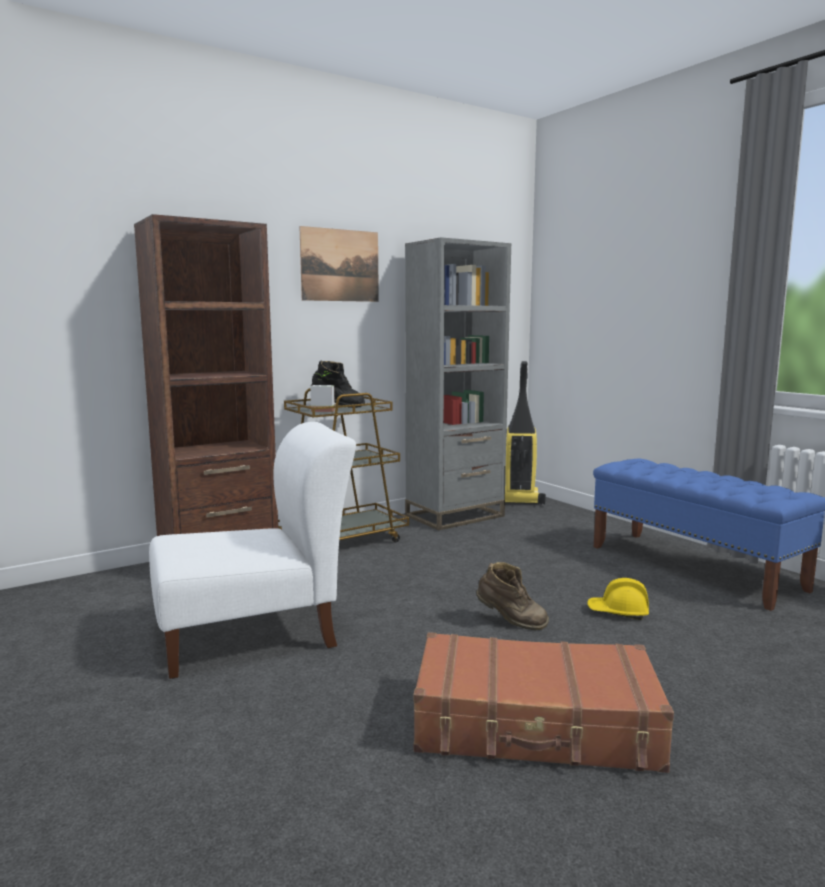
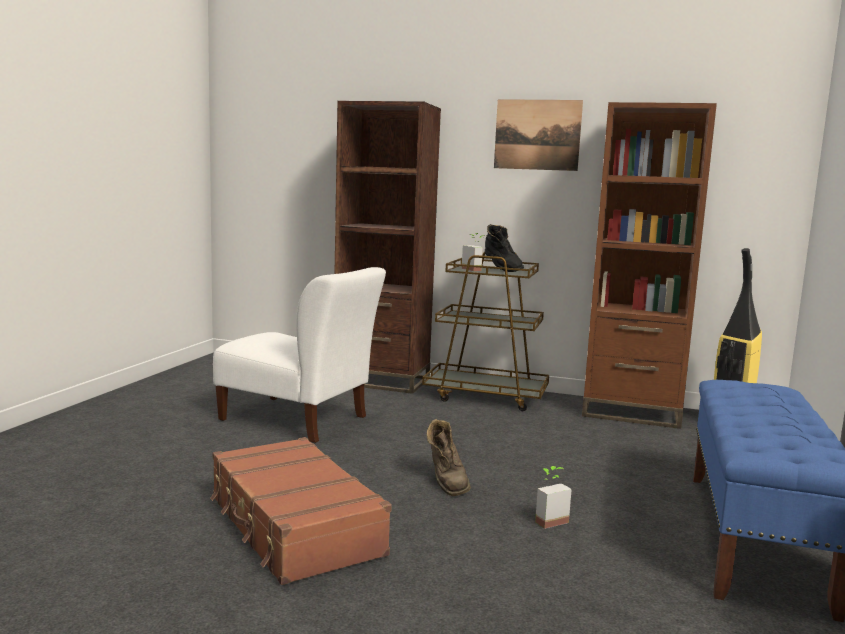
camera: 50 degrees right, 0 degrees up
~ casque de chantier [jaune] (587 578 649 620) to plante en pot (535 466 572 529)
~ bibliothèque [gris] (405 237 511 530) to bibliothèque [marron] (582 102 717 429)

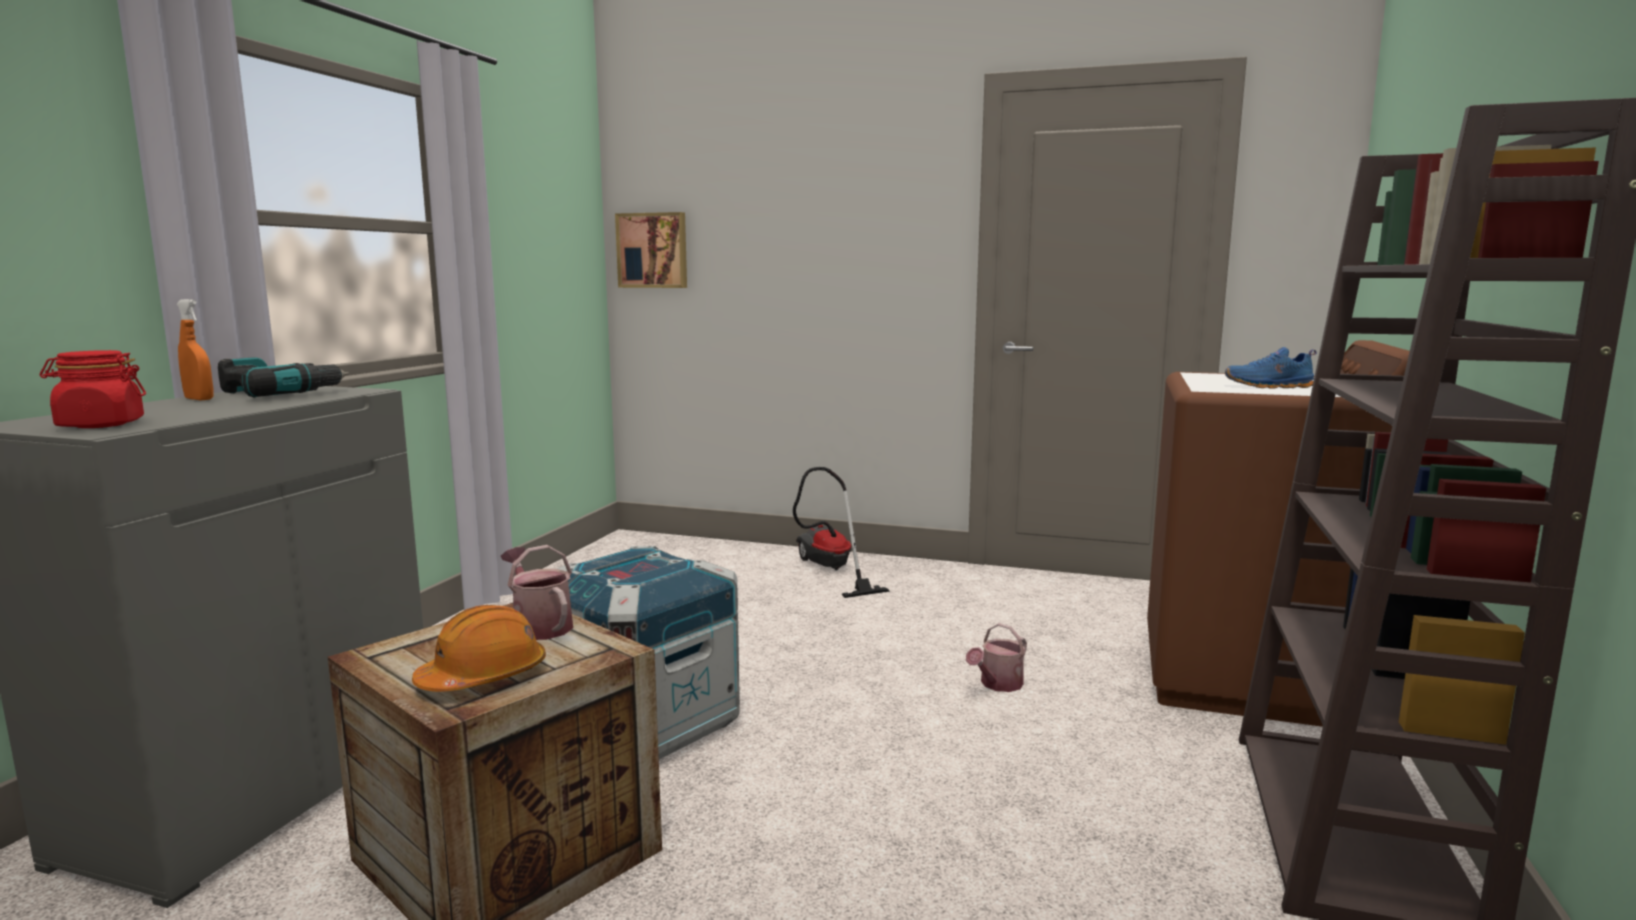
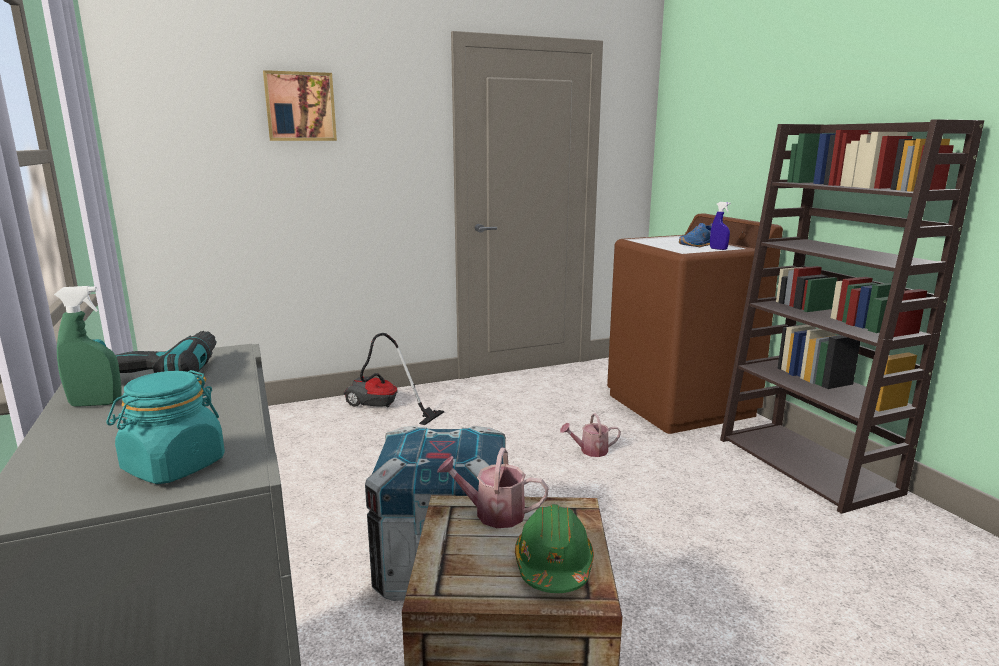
camera: 40 degrees left, 5 degrees up
+ vaporisateur [bleu] (710 202 731 250)
~ tableau (615 212 687 288) to (263 70 337 141)
~ bocal [rouge] (40 350 146 428) to bocal [turquoise] (107 370 225 484)
~ vaporisateur [orange] (177 299 213 401) to vaporisateur [vert] (54 286 122 407)
~ casque de chantier [orange] (412 605 546 692) to casque de chantier [vert] (515 504 594 593)
~ arrosoir (966 623 1027 692) = (560 413 621 457) 75 degrees clockwise

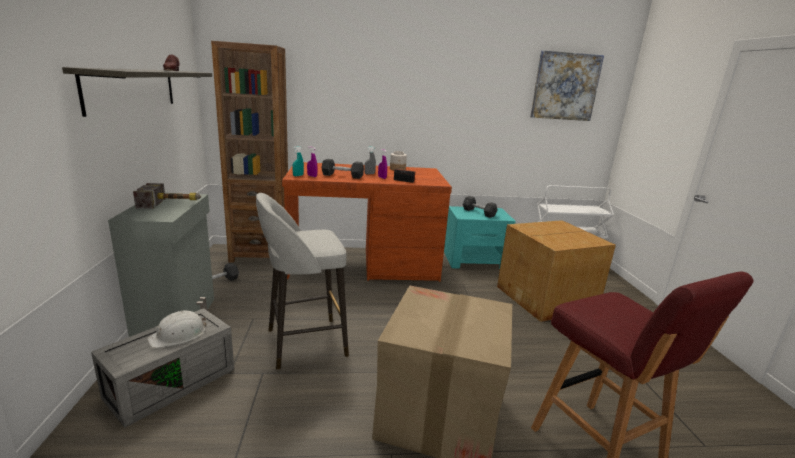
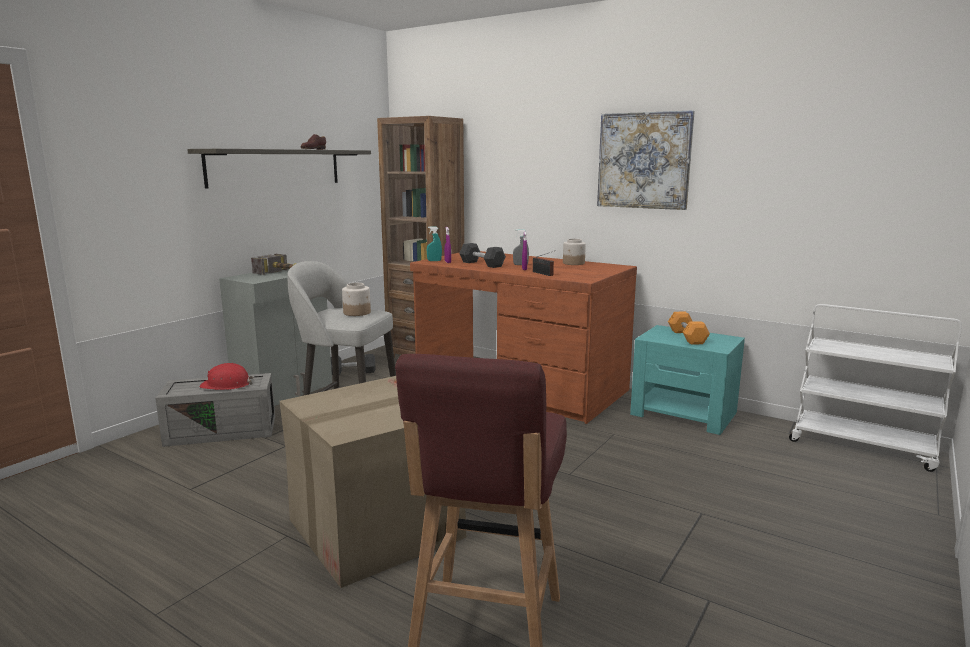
camera: 40 degrees right, 5 degrees down
- carton (497 220 616 322)
+ bocal (342 283 371 316)
~ tableau (530 50 604 121) to (597 110 695 210)
~ casque de chantier [blanc] (147 310 207 348) to casque de chantier [rouge] (199 363 254 390)
~ haltère [gris] (463 196 498 218) to haltère [orange] (668 312 710 345)

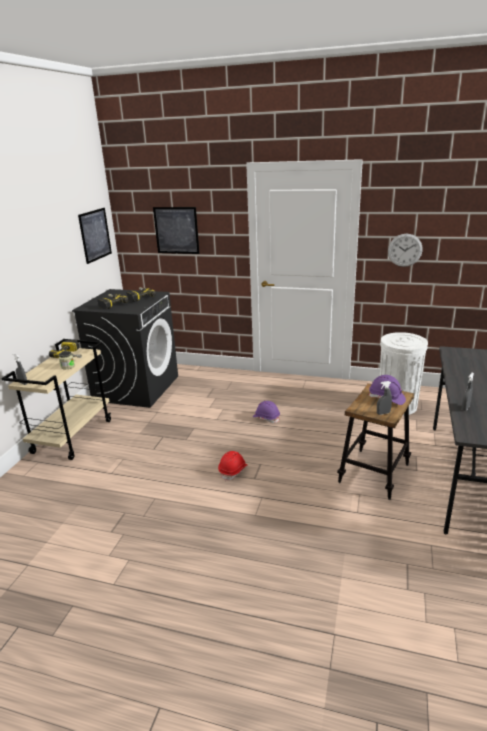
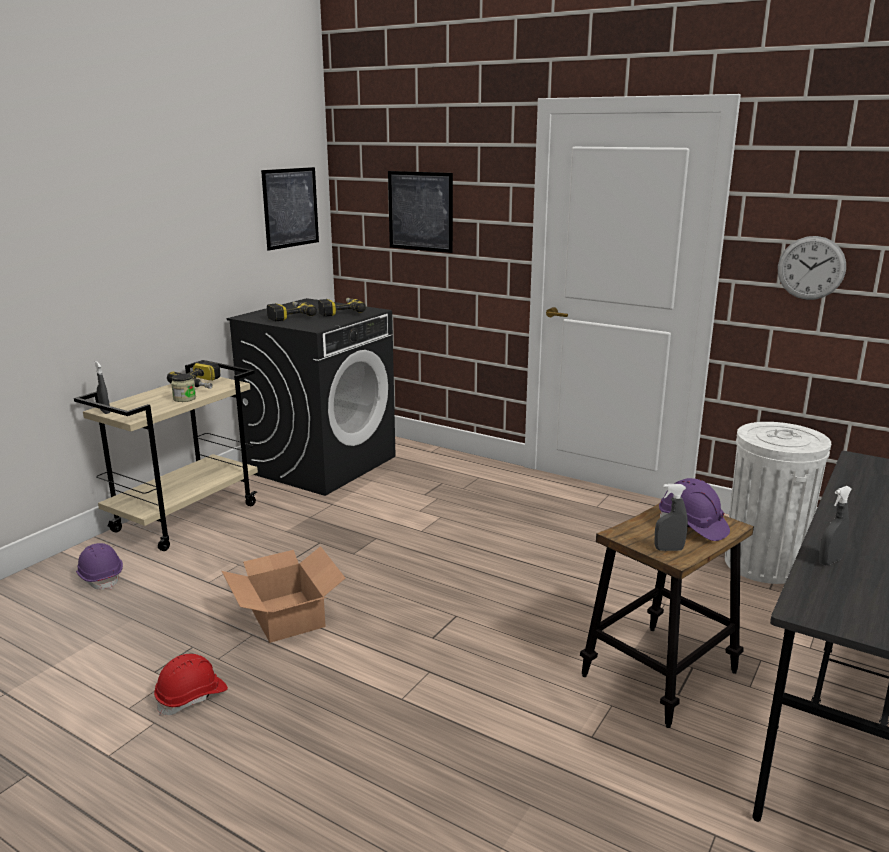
camera: 15 degrees right, 5 degrees down
+ carton (222 546 345 643)
~ casque de chantier [rouge] (218 451 247 481) to (154 654 228 716)
~ casque de chantier [violet] (253 401 280 423) to (76 543 123 590)

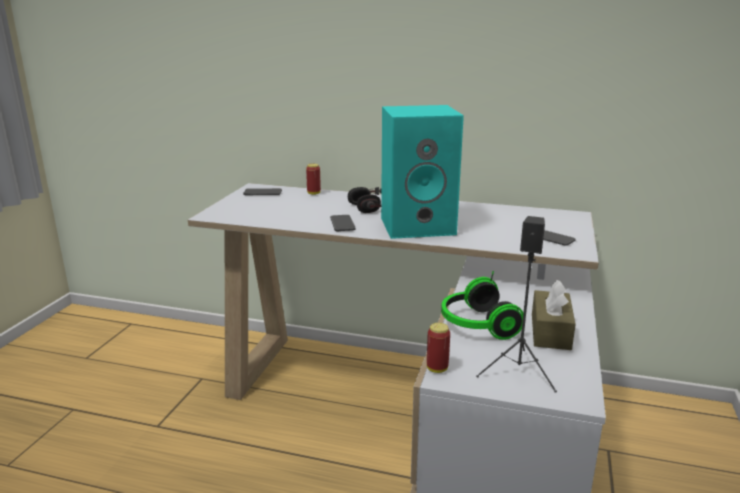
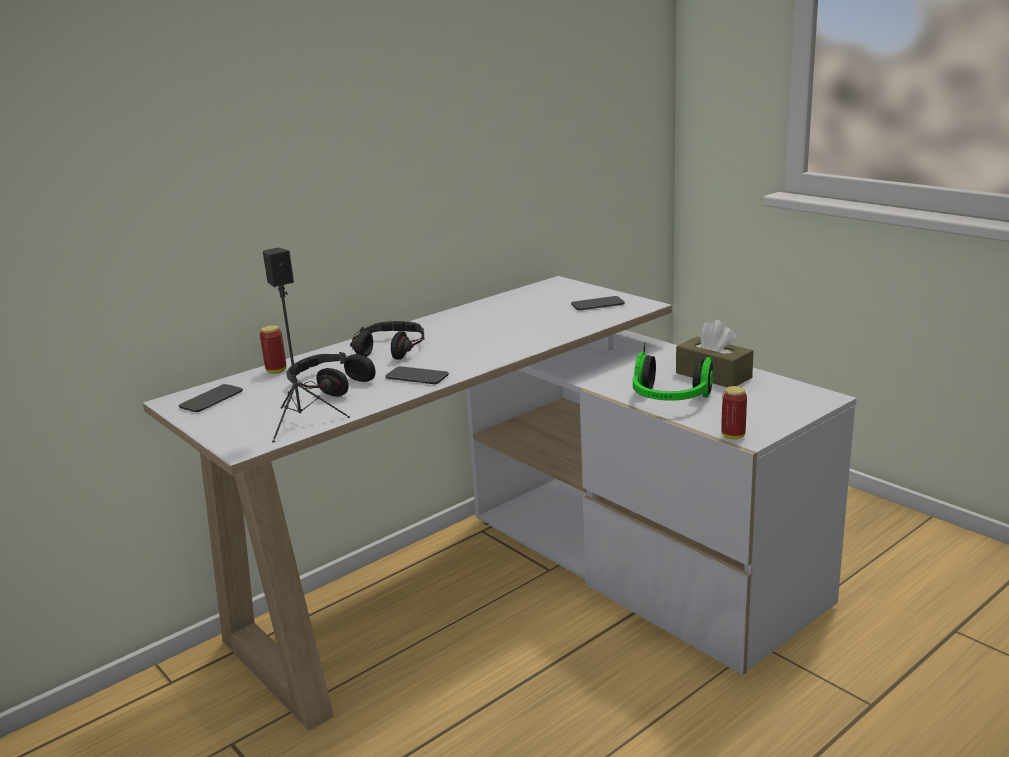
camera: 55 degrees left, 0 degrees up
- enceinte [turquoise] (381 105 464 239)
+ casque audio (286 352 375 397)
~ enceinte [noir] (476 216 557 393) to (263 247 350 442)

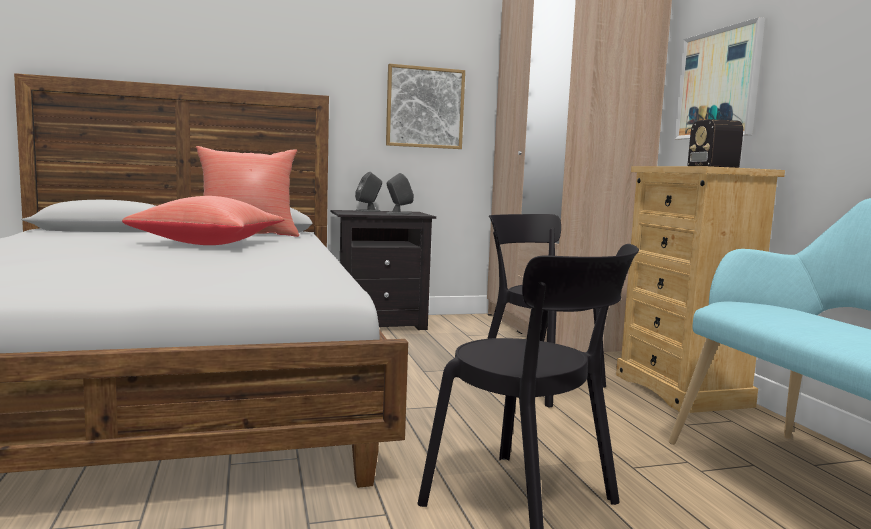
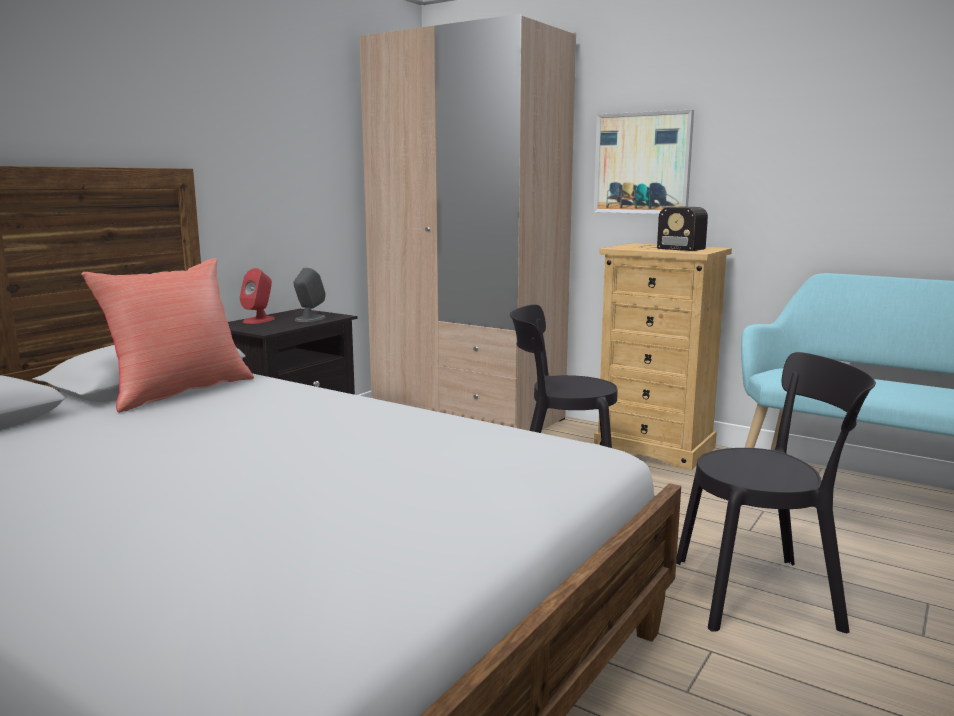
camera: 40 degrees left, 5 degrees up
- coussin [rouge] (122 196 285 245)
- tableau (386 64 465 149)
~ enceinte [gris] (355 172 382 212) to enceinte [rouge] (240 268 275 324)

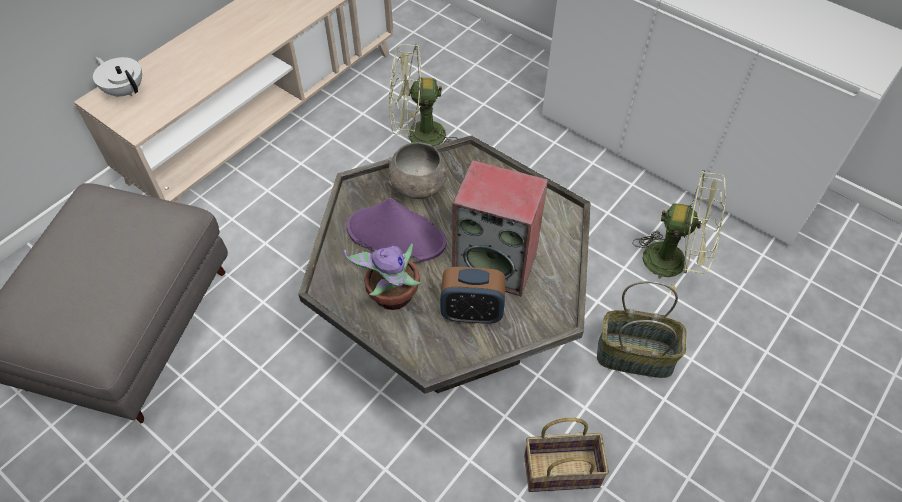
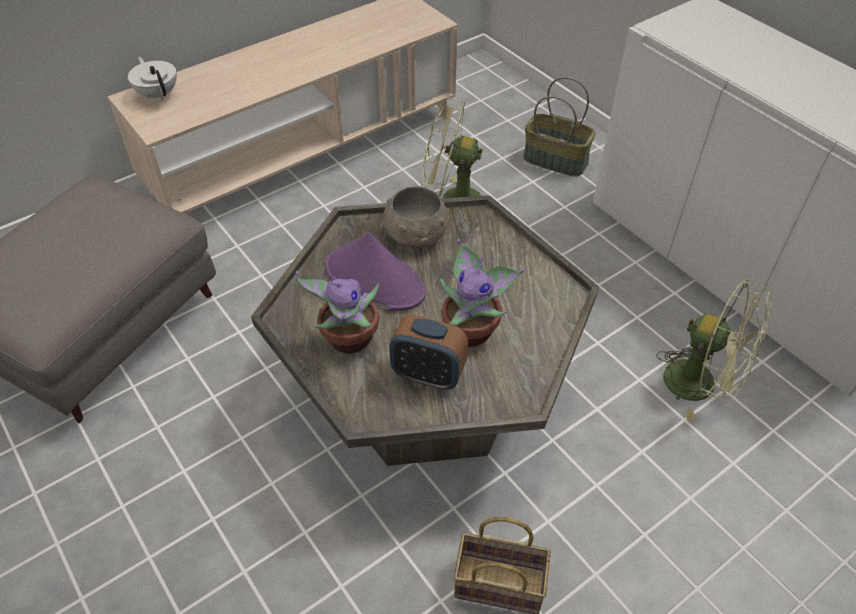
camera: 15 degrees right, 5 degrees down
~ panier (597 281 687 378) to (523 77 596 177)
~ enceinte (452 160 548 296) to plante en pot (440 239 524 347)

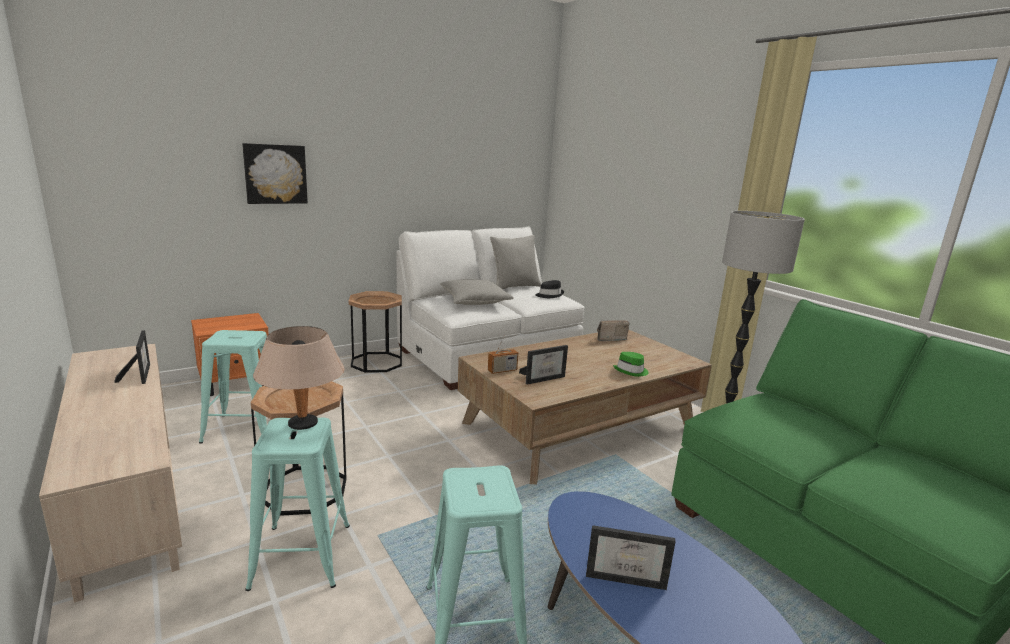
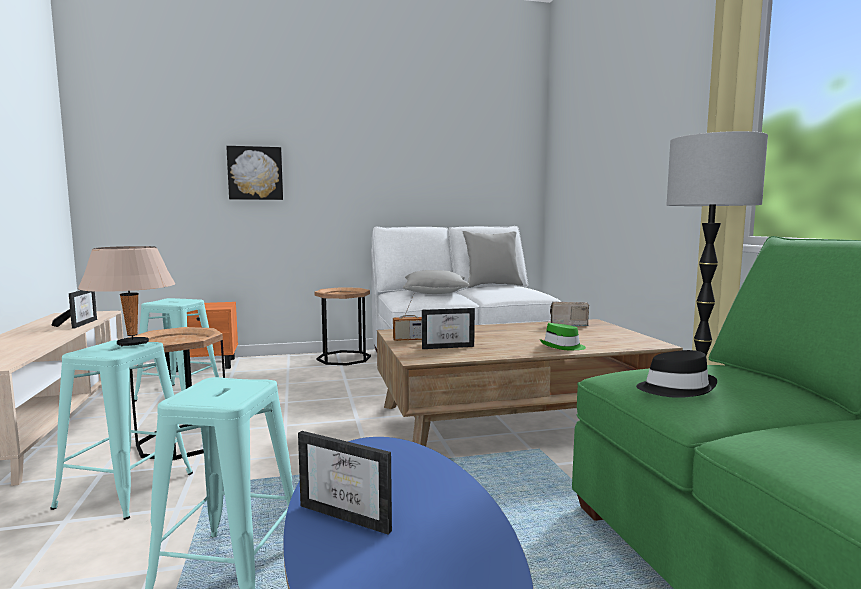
camera: 20 degrees right, 10 degrees down
~ chapeau [noir] (535 280 564 298) to (636 350 717 398)

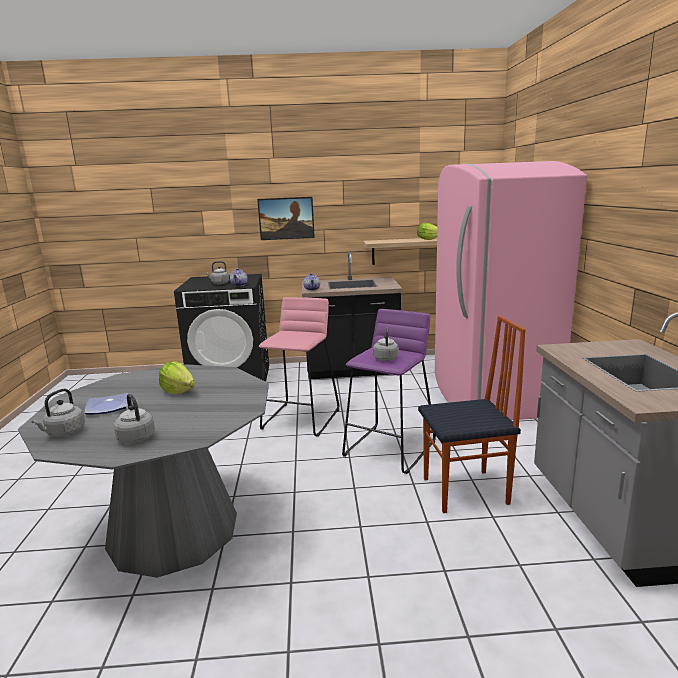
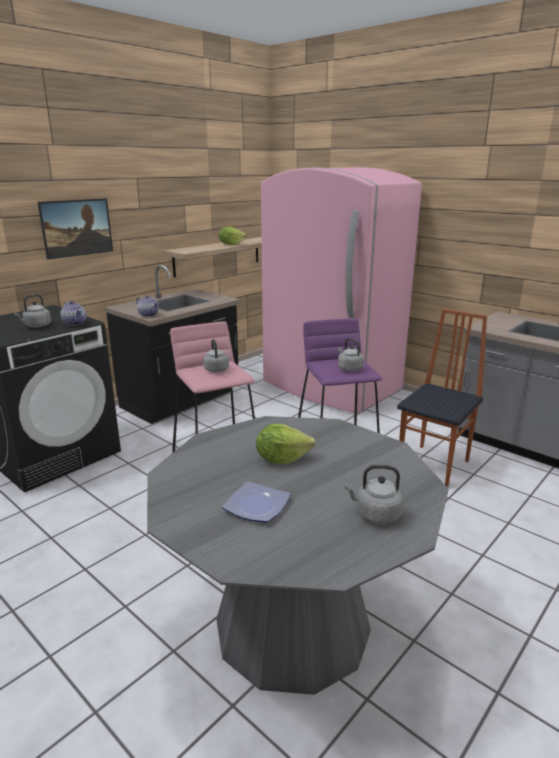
camera: 45 degrees left, 5 degrees up
~ bouilloire [gris] (32 389 85 437) to (203 339 229 372)

